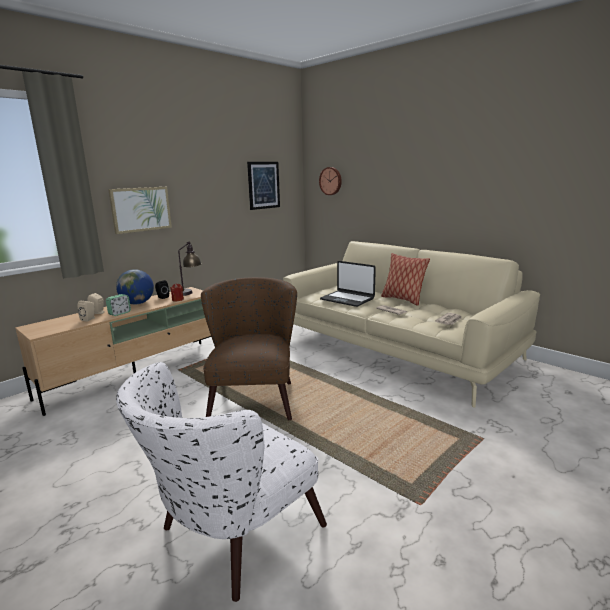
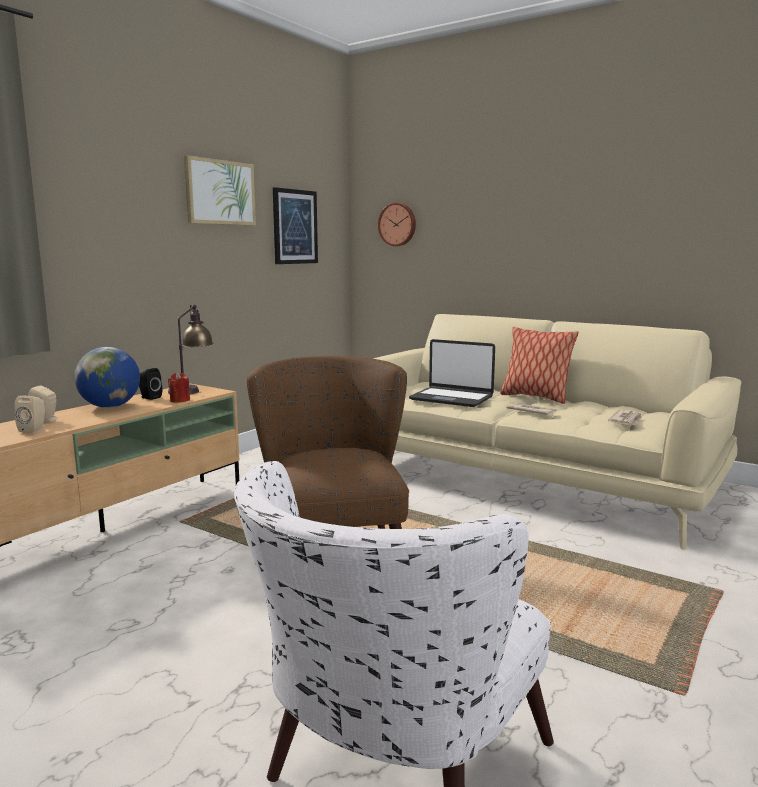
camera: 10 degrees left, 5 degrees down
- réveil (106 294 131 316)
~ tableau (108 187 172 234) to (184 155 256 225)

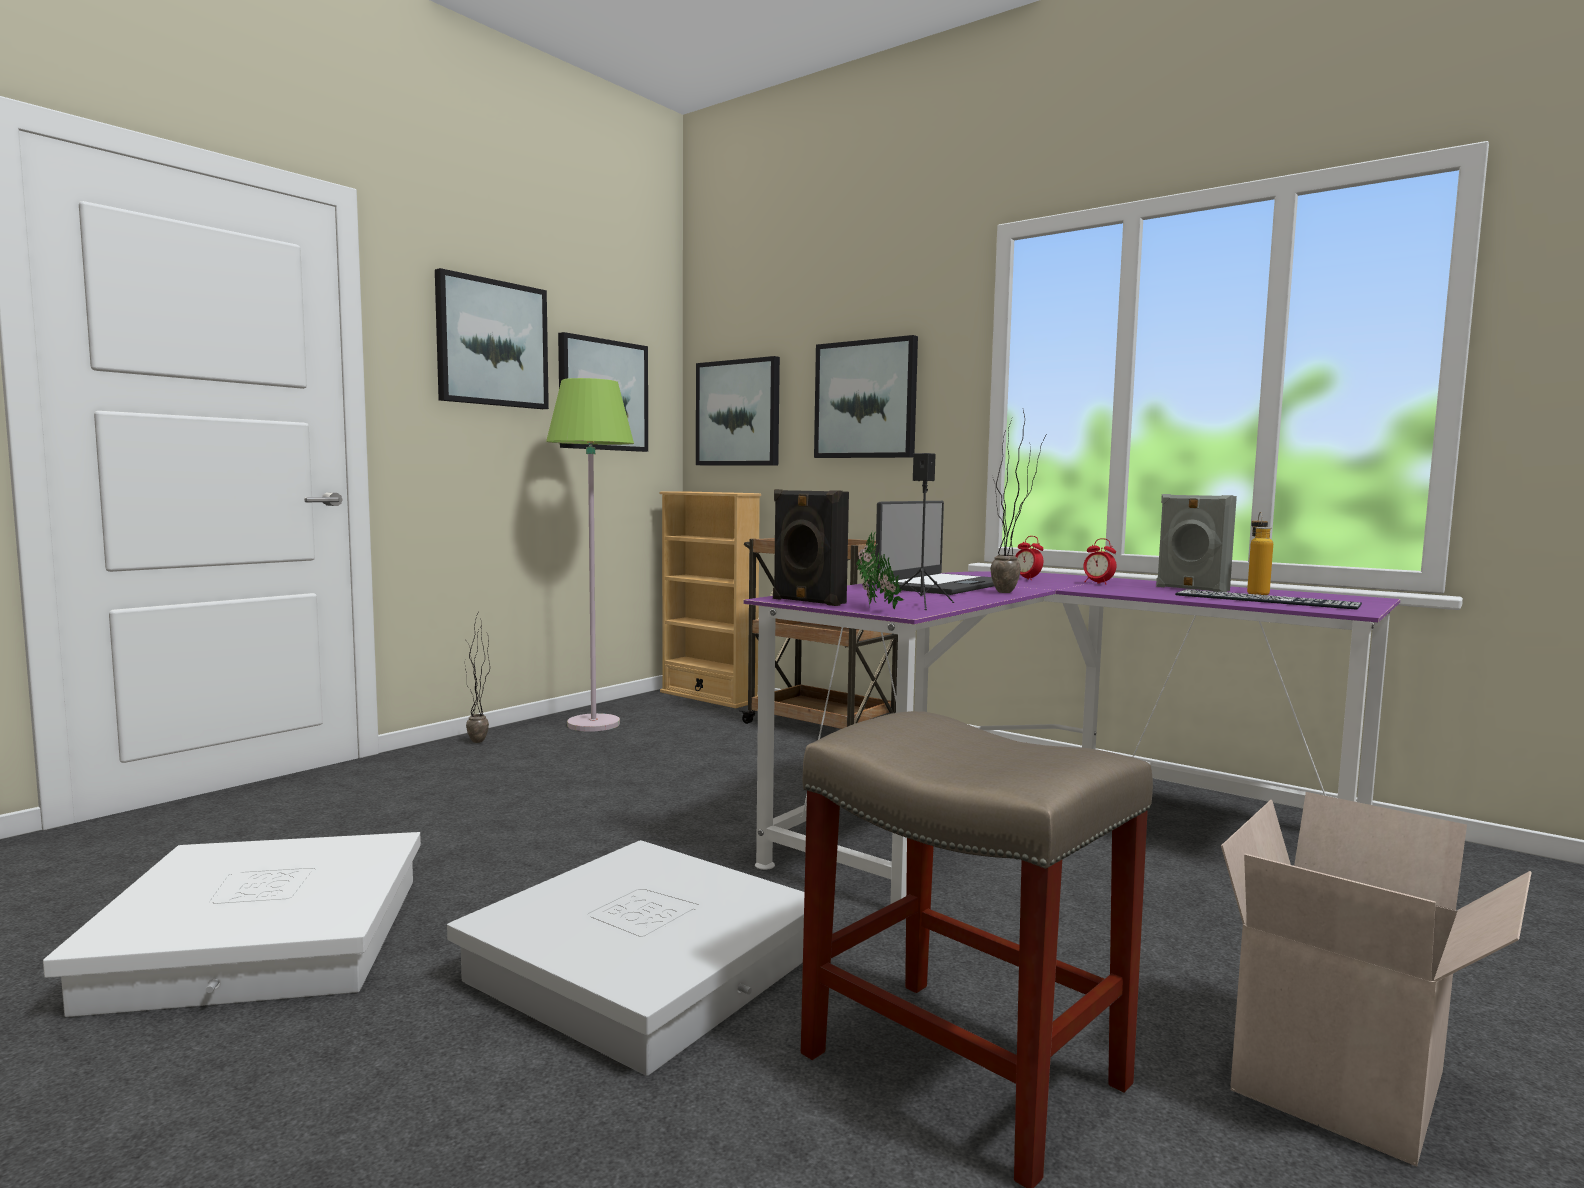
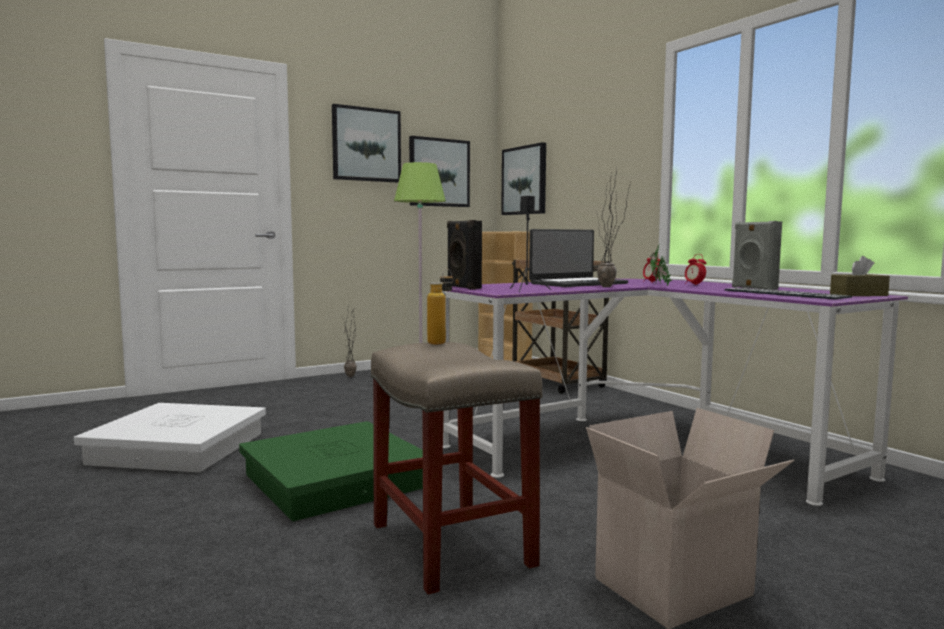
camera: 20 degrees right, 0 degrees up
- tableau (814 335 918 458)
+ boîte à mouchoirs [marron] (830 256 890 296)
~ plante en pot (856 531 904 609) to (650 244 673 286)
~ bouteille (1247 512 1273 595) to (427 269 453 344)
~ boîte de rangement [blanc] (447 840 805 1076) to boîte de rangement [vert] (239 421 423 521)

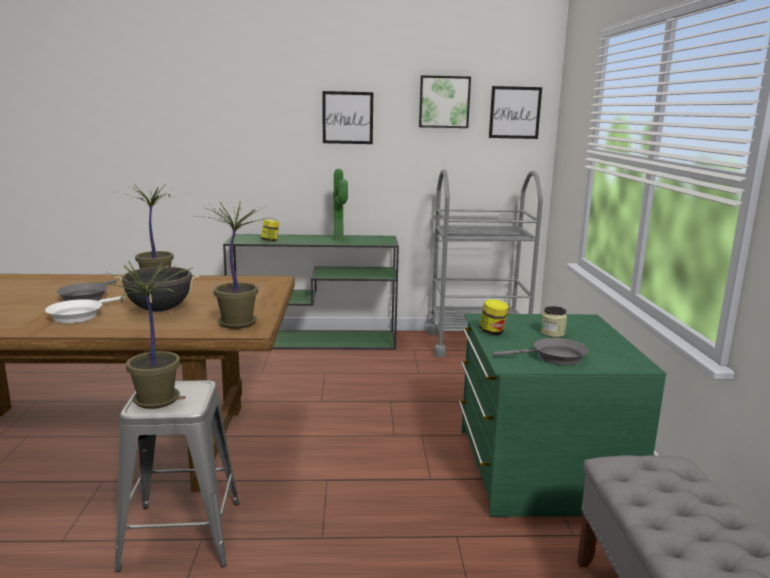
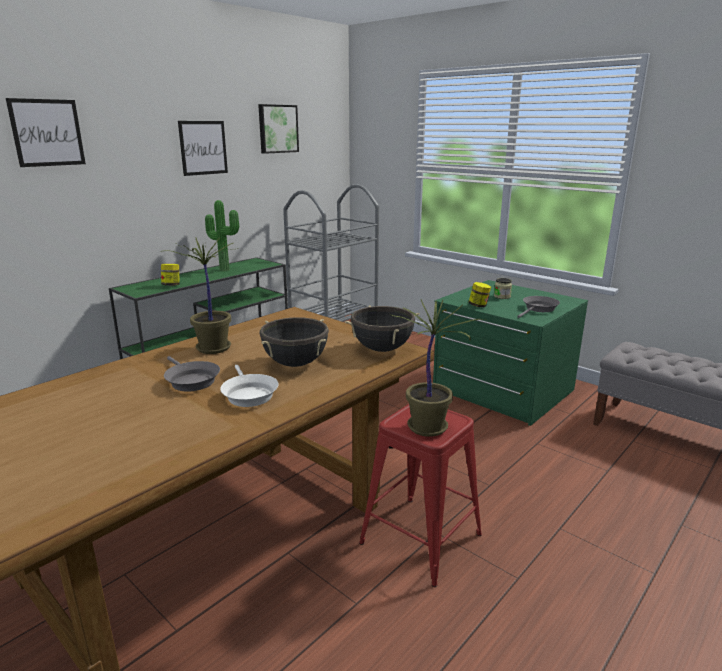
camera: 45 degrees left, 5 degrees up
~ tableau (489 86 542 139) to (6 98 86 167)
~ plante en pot (193 201 277 329) to marmite [noir] (345 306 420 352)
~ tabouret [gris] (115 380 239 572) to tabouret [rouge] (359 404 482 587)

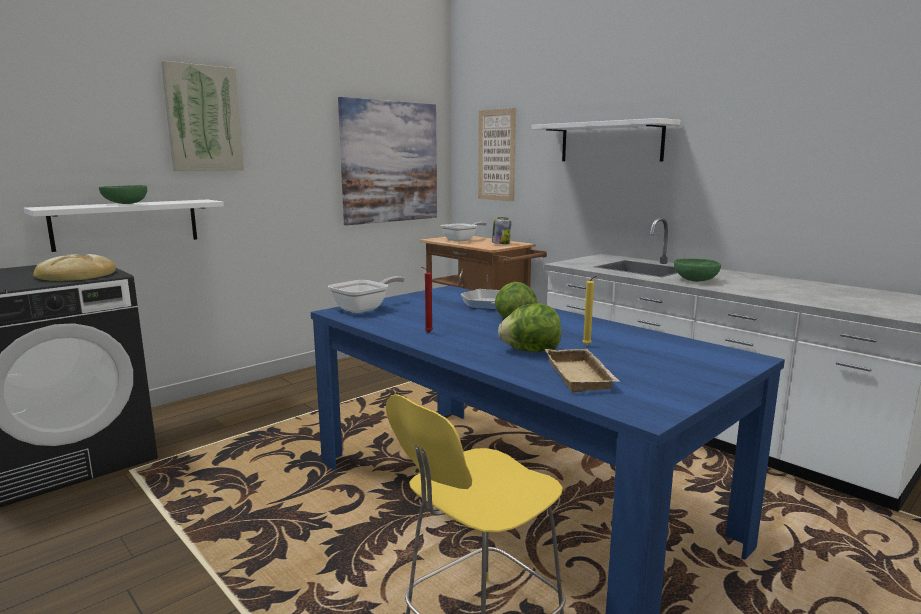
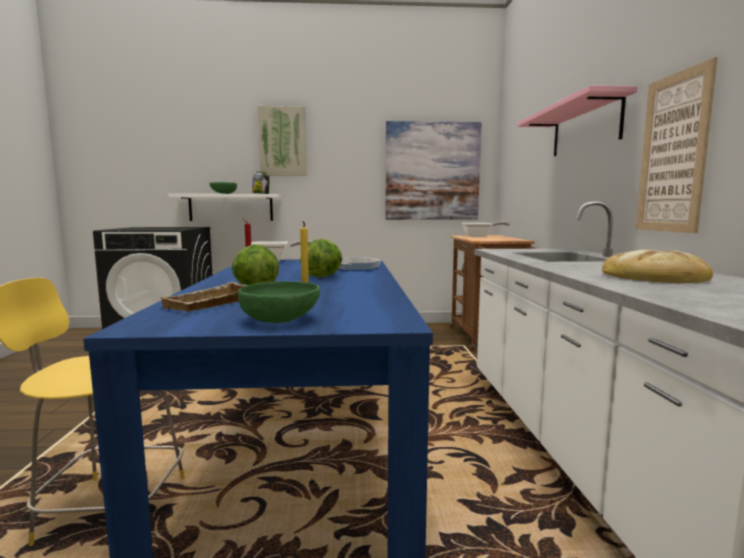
camera: 40 degrees right, 5 degrees down
~ pain (33 254 116 281) to (602 250 713 284)
~ tableau (478 108 516 201) to (636 57 717 233)
~ bocal (492 217 511 244) to (252 171 270 194)
~ bol [vert] (674 259 721 282) to (238 281 320 323)
~ étagère [blanc] (531 118 680 162) to étagère [rose] (517 85 637 156)

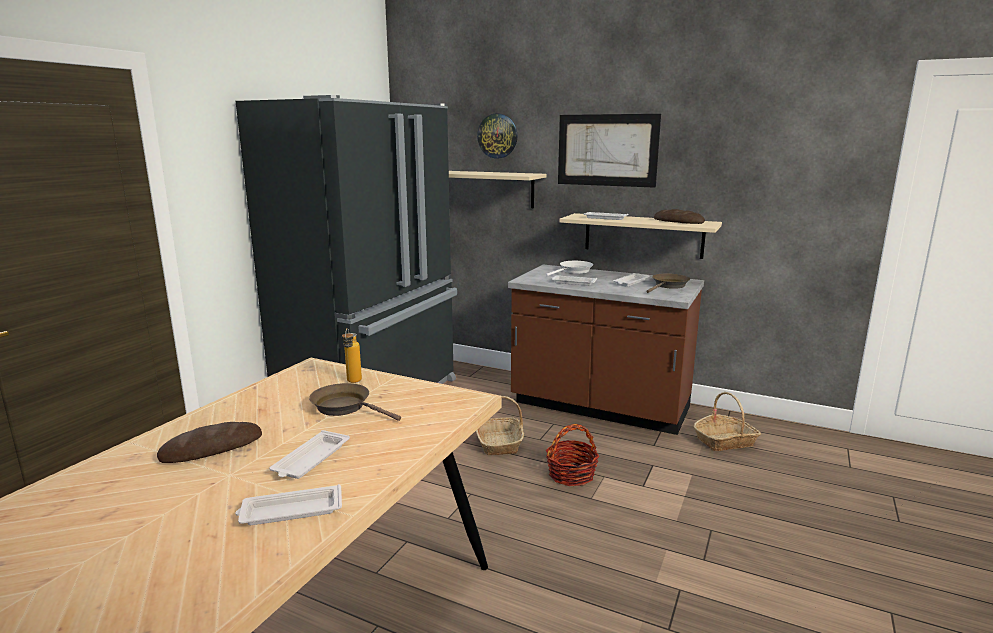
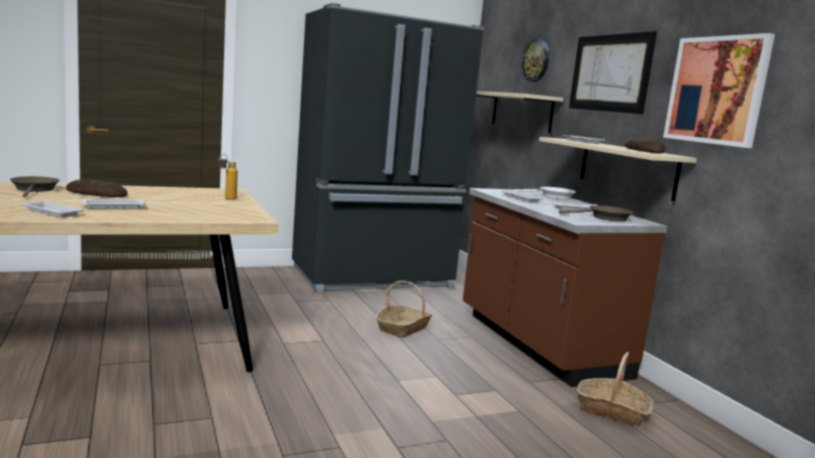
camera: 40 degrees right, 5 degrees down
- panier (546 424 599 486)
+ tableau (663 33 775 148)
~ poêle [marron] (309 383 401 421) to (10 176 60 198)

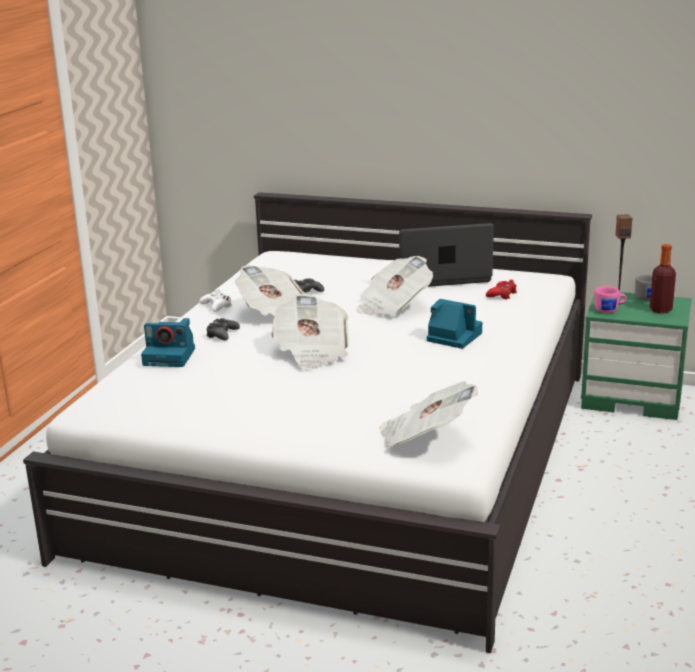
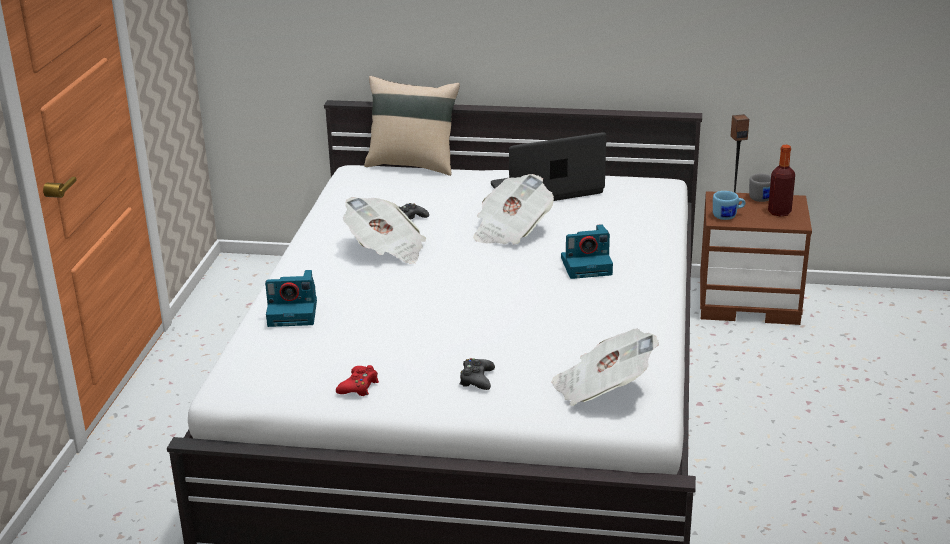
camera: 10 degrees left, 5 degrees up
- manette [blanc] (200 289 232 312)
- journal (271 294 349 370)
+ coussin [beige] (364 76 460 176)
~ manette [noir] (207 318 240 340) to (460 358 495 390)
~ manette [rouge] (486 280 517 299) to (336 365 379 396)
~ table de chevet [vert] (581 292 692 420) to table de chevet [marron] (700 191 812 325)
~ mug [rose] (595 286 627 313) to mug [bleu] (713 191 745 220)
~ appareil photo (427 299 483 349) = (561 224 613 279) 150 degrees clockwise

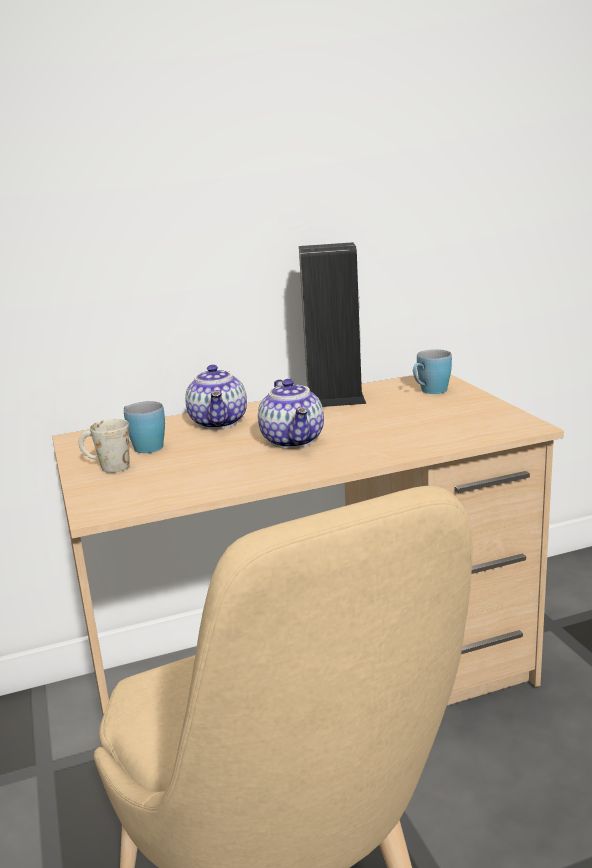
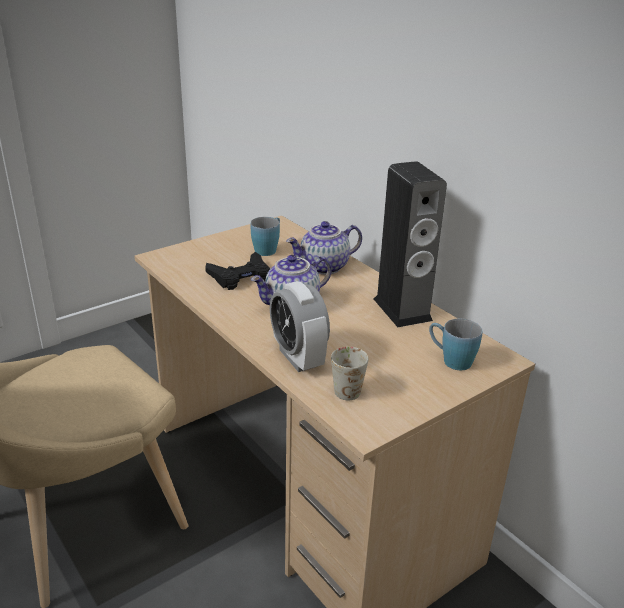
camera: 70 degrees right, 10 degrees up
+ manette [noir] (205 252 270 290)
+ réveil (270 281 330 372)
~ mug [blanc] (78 419 129 473) to (331 347 368 400)

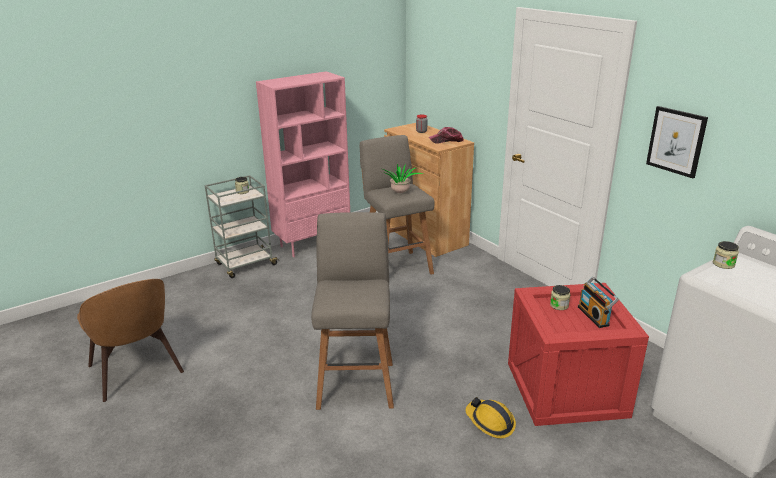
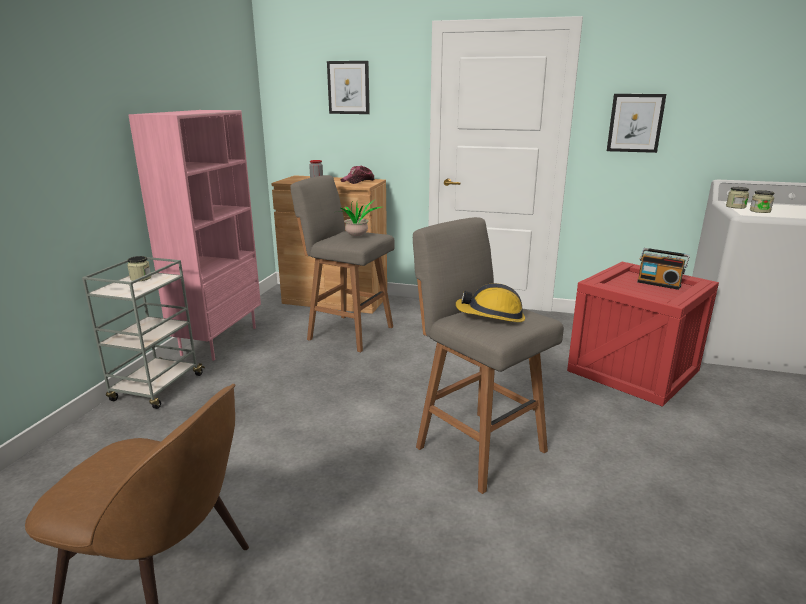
camera: 40 degrees left, 5 degrees down
+ tableau (327 61 370 114)
~ casque de chantier (466 397 516 439) to (456 283 525 322)
~ bocal (550 285 570 310) to (750 190 774 213)

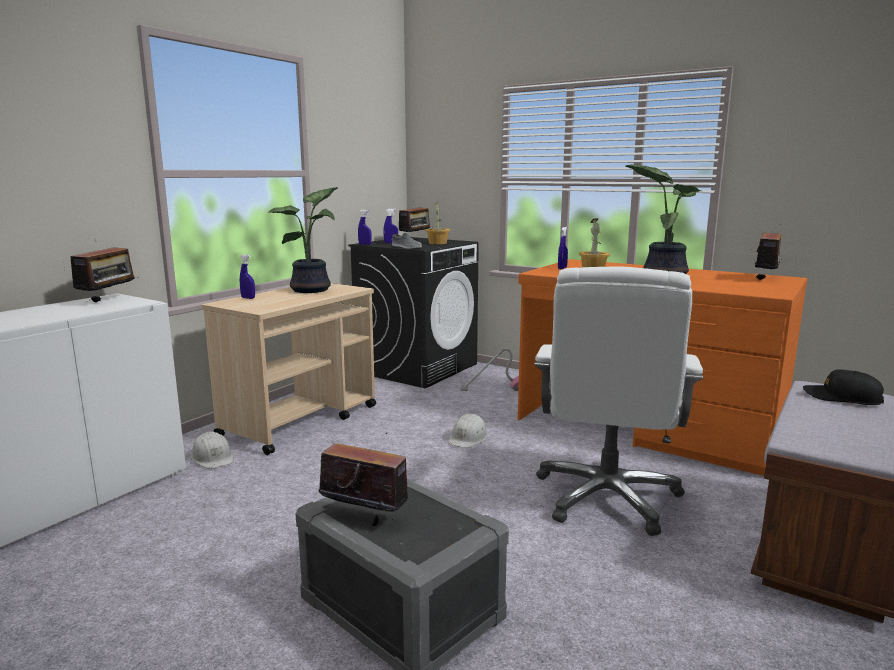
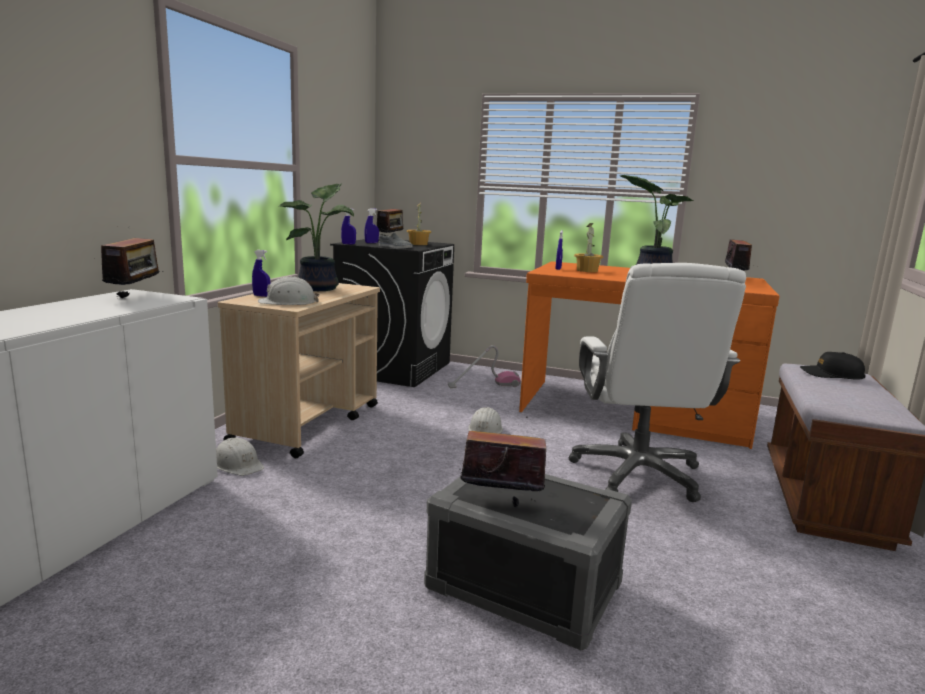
camera: 15 degrees left, 0 degrees up
+ casque de chantier [blanc] (258 277 319 305)

